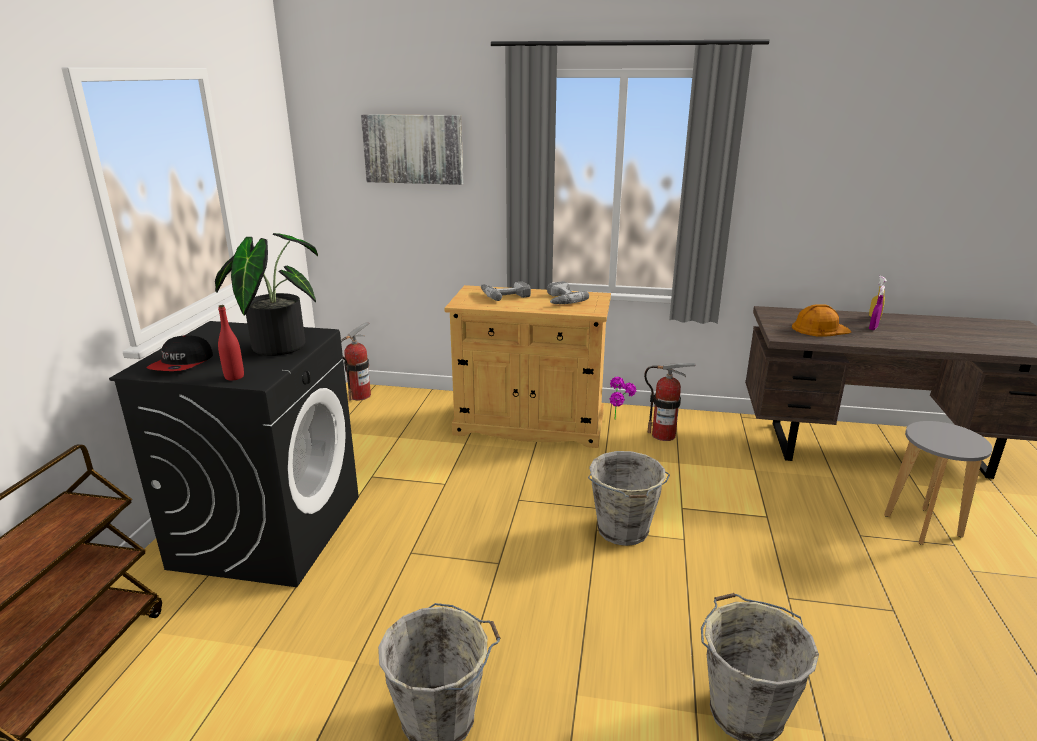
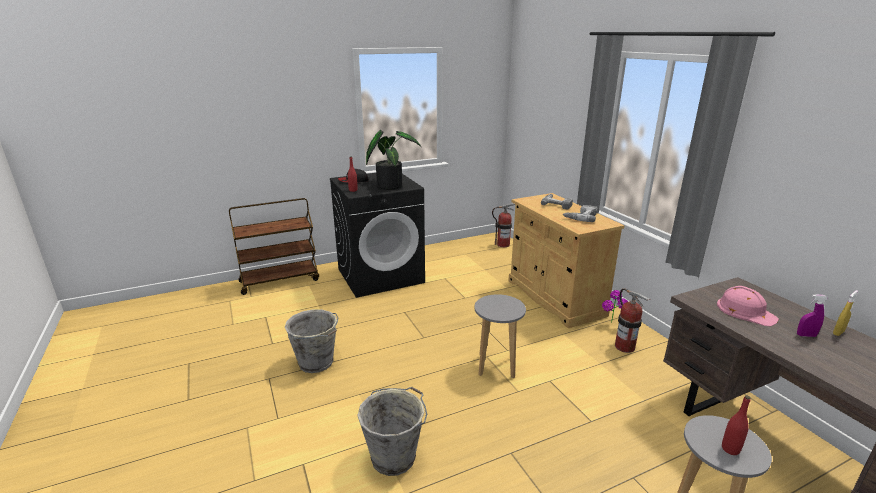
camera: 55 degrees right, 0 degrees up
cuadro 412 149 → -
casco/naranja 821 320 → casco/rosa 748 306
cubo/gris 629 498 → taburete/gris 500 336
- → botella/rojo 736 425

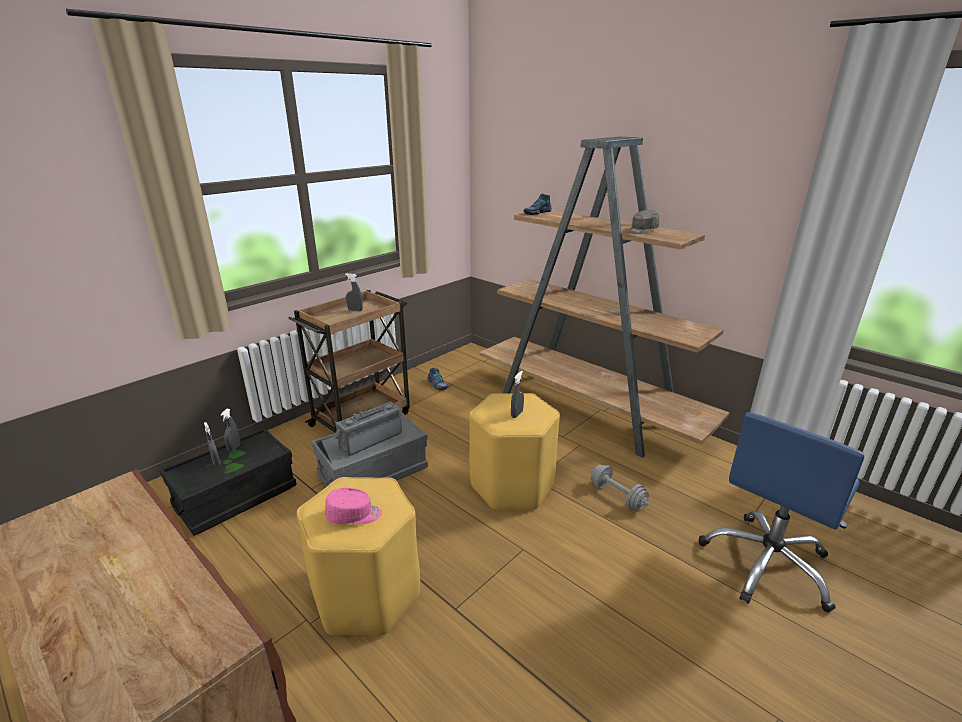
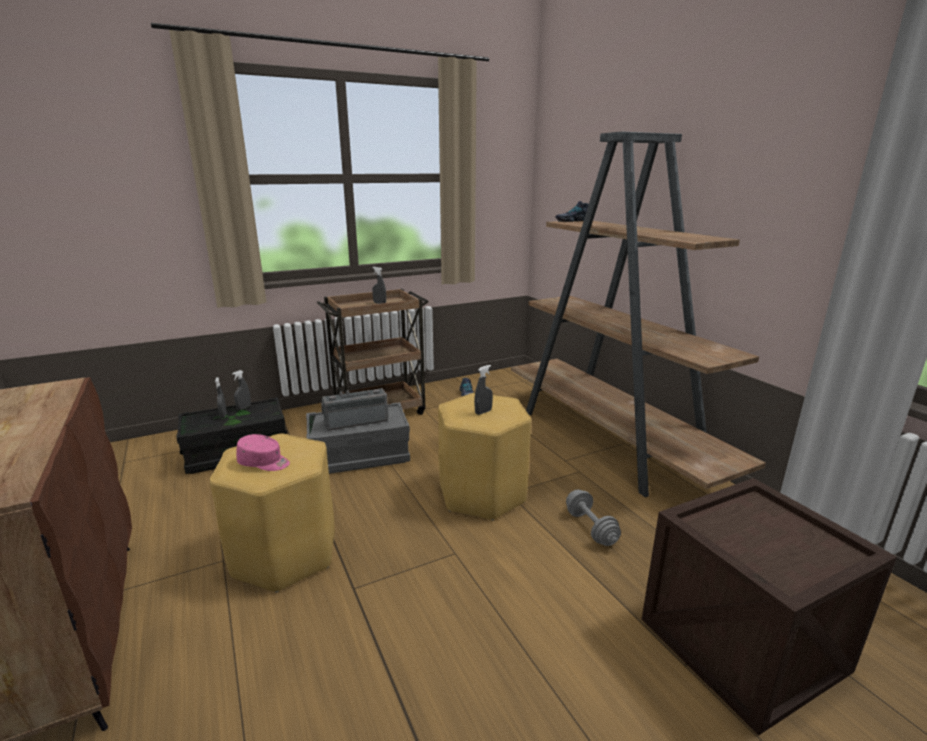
camera: 20 degrees right, 5 degrees down
gorra/gris 644 222 → -
silla de oficina/azul 781 512 → caja de embalaje 769 607

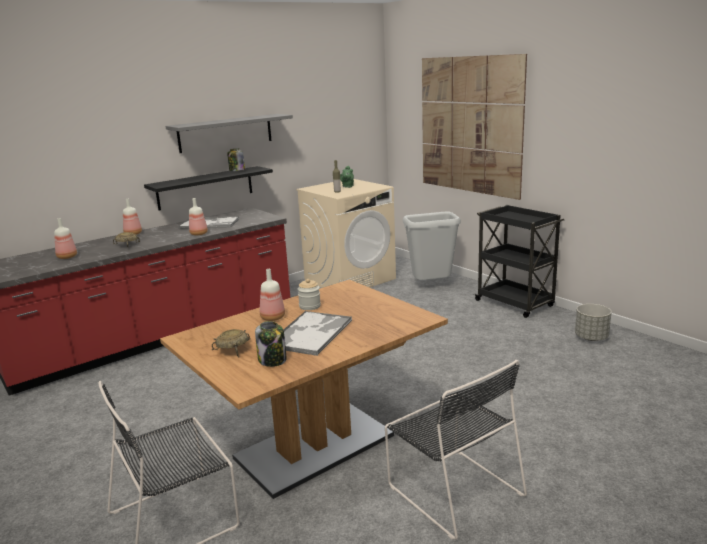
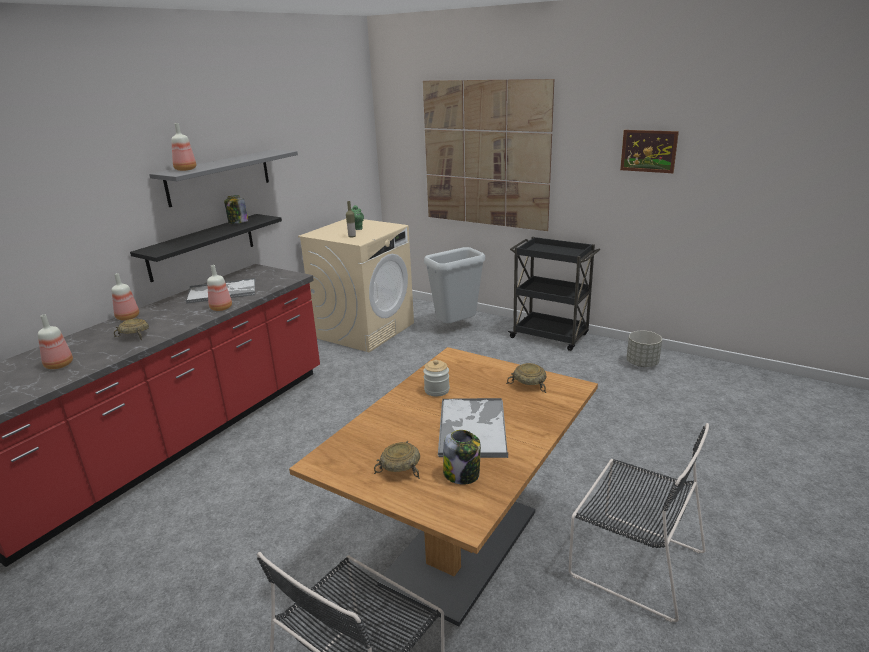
camera: 20 degrees left, 5 degrees up
botella 272 295 → botella 183 147, move
- → cuadro 649 151
- → cuenco/beis 526 378

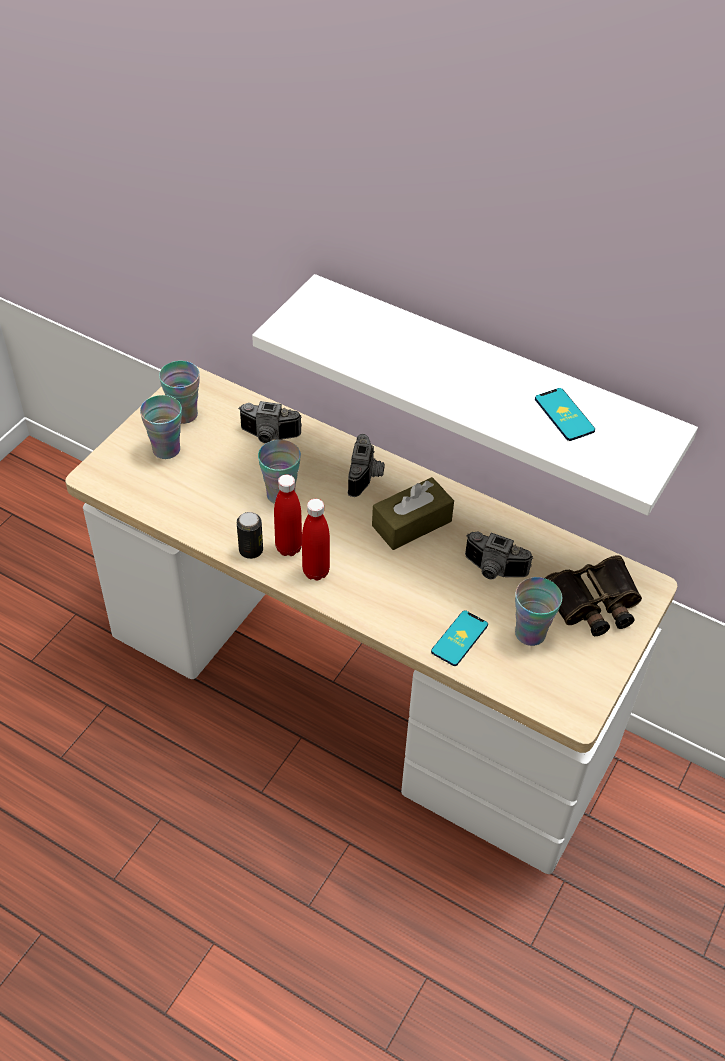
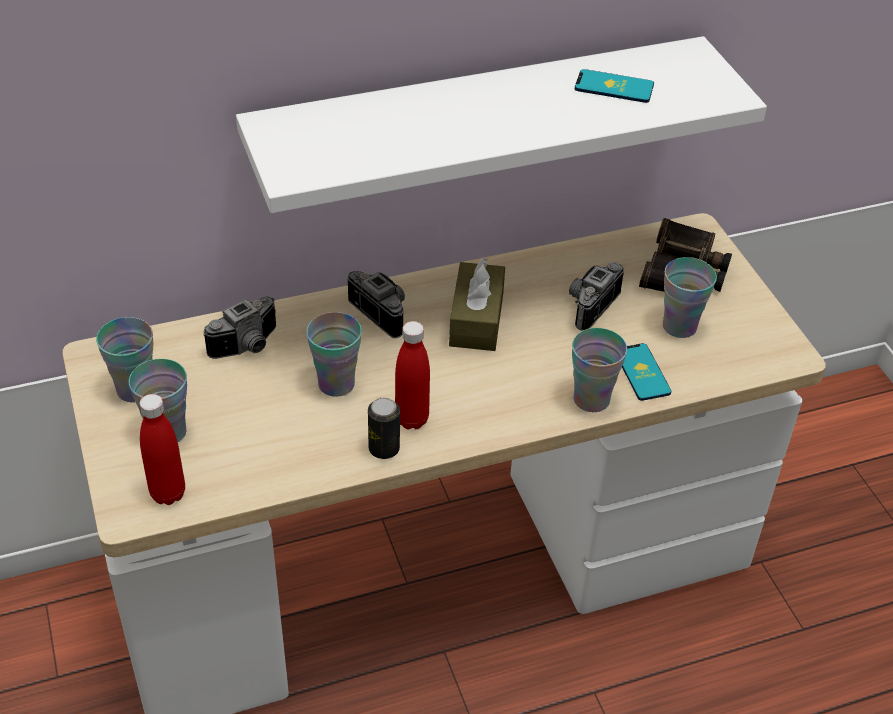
camera: 50 degrees left, 5 degrees down
botella/rojo 316 540 → botella/rojo 162 449, move
cámara 499 555 → cámara 596 296, 150 degrees clockwise
- → taza 599 370

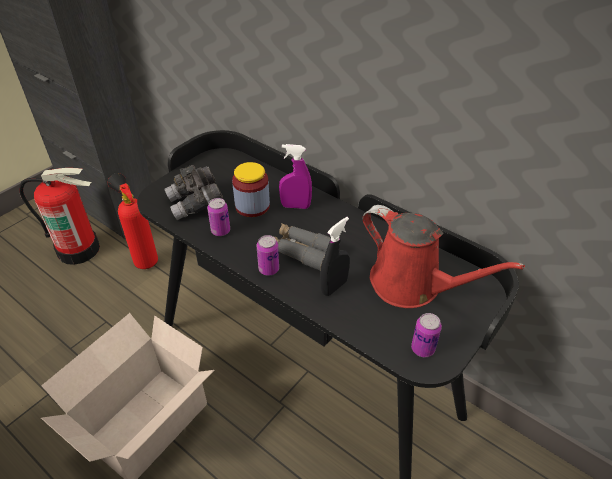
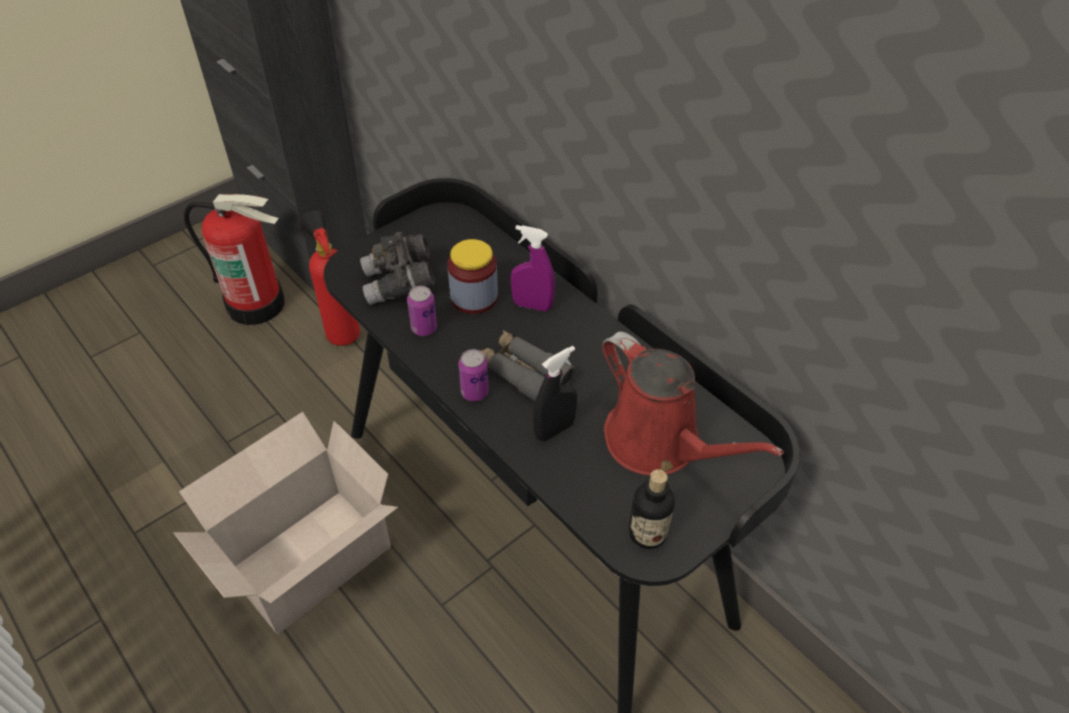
camera: 10 degrees right, 5 degrees up
lata 426 335 → botella 652 509

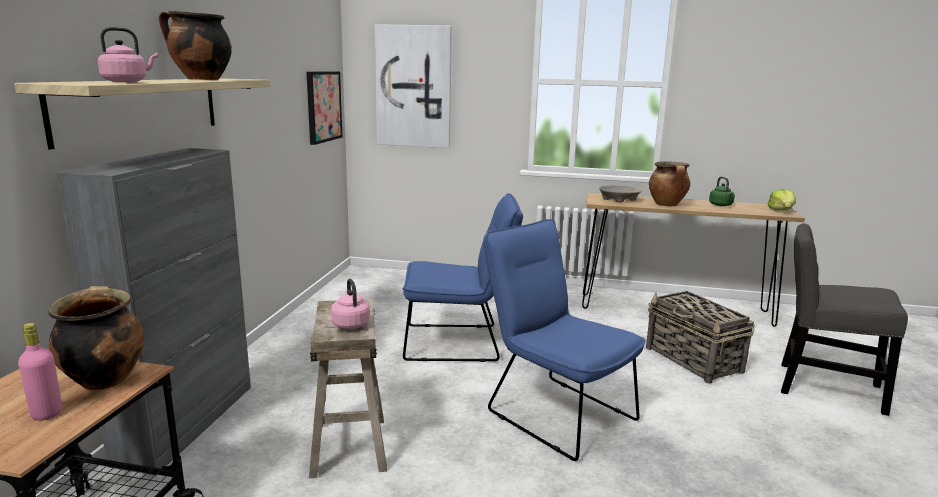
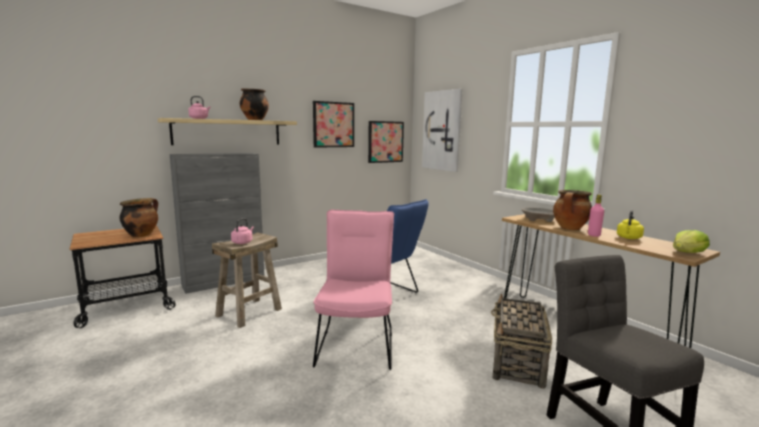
camera: 45 degrees right, 5 degrees down
hervidor/verde 722 191 → hervidor/amarillo 630 224
silla/azul 564 340 → silla/rosa 353 290
botella/rosa 40 372 → botella/rosa 596 215, move
- → cuadro 333 124

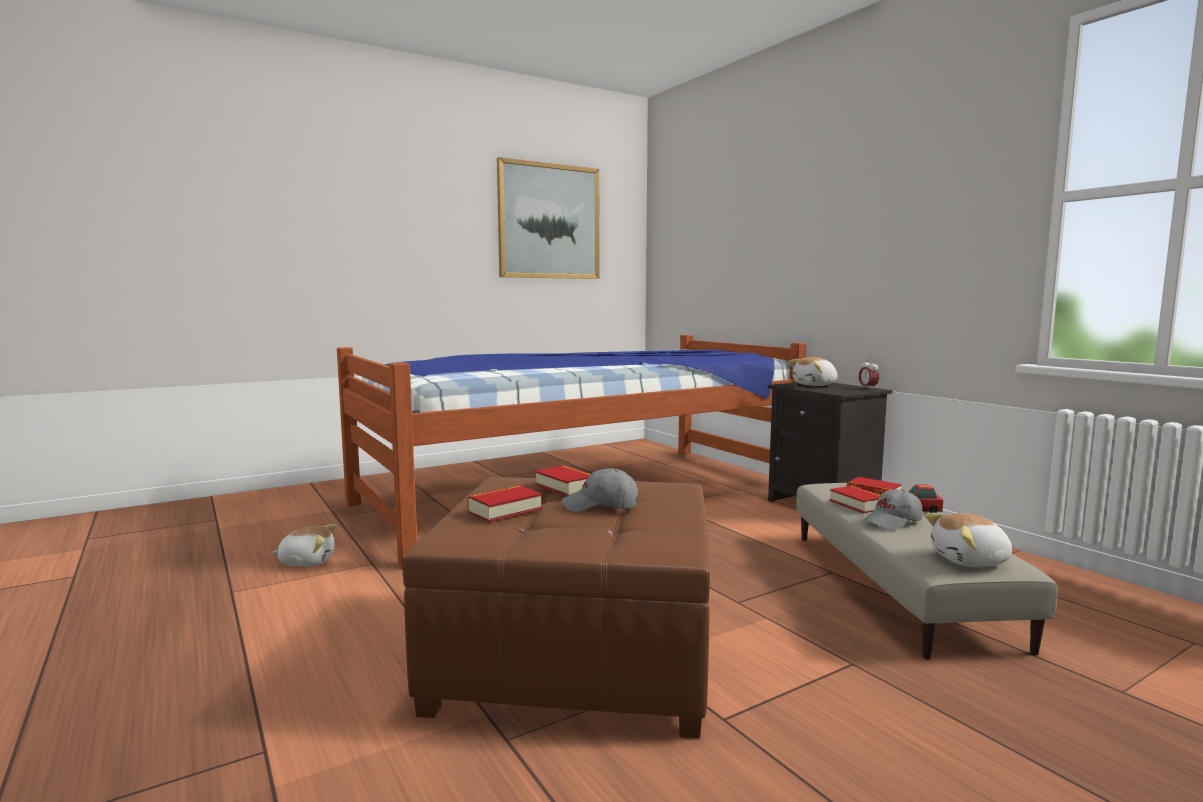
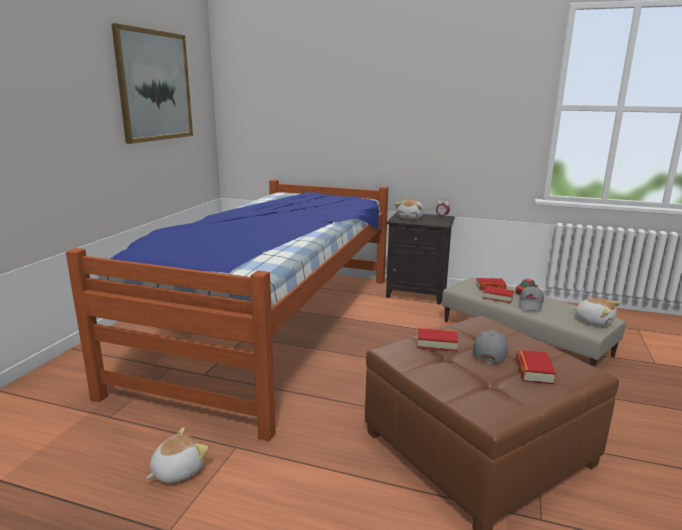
camera: 40 degrees left, 10 degrees up
gorra/gris 600 490 → gorra/gris 490 346, 150 degrees clockwise
libro 504 504 → libro 536 367, move
peluche 969 540 → peluche 596 312, 90 degrees counterclockwise

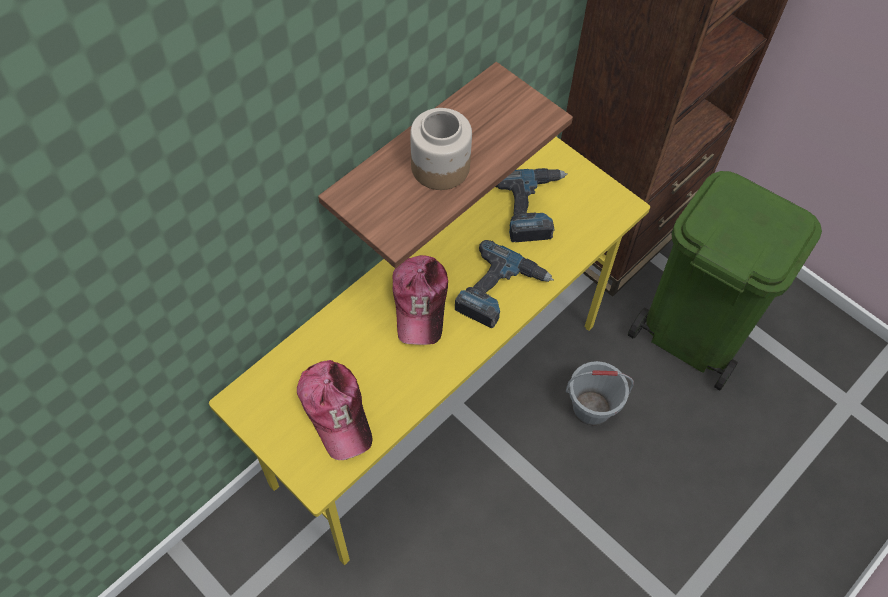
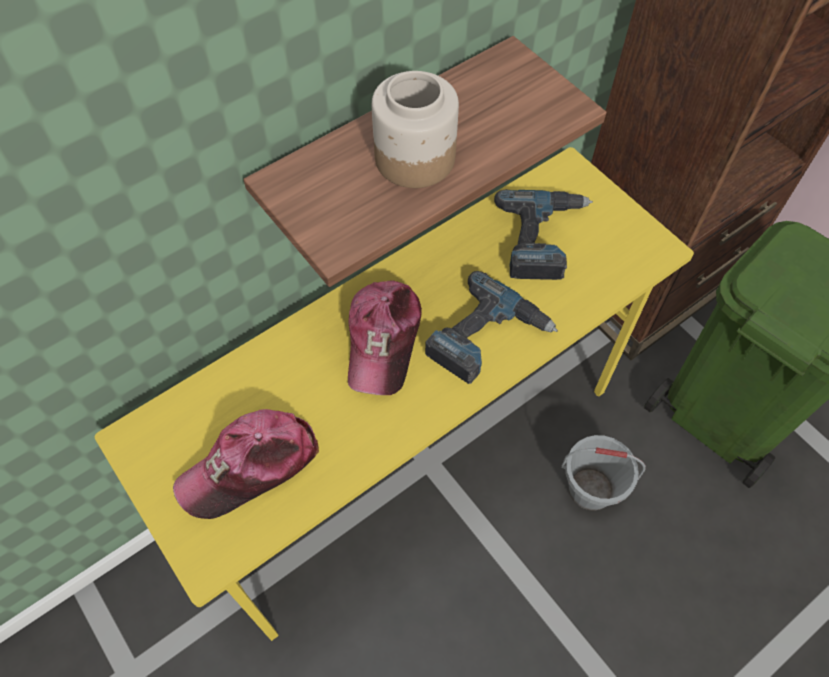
camera: 10 degrees right, 0 degrees up
gorra 334 410 → gorra 246 464, 75 degrees clockwise

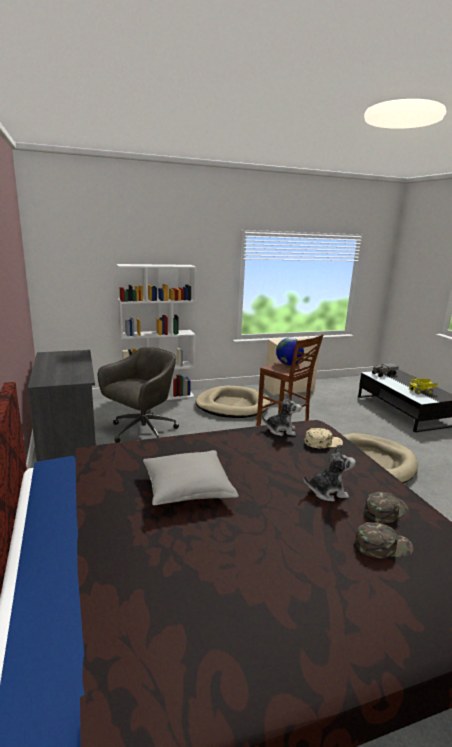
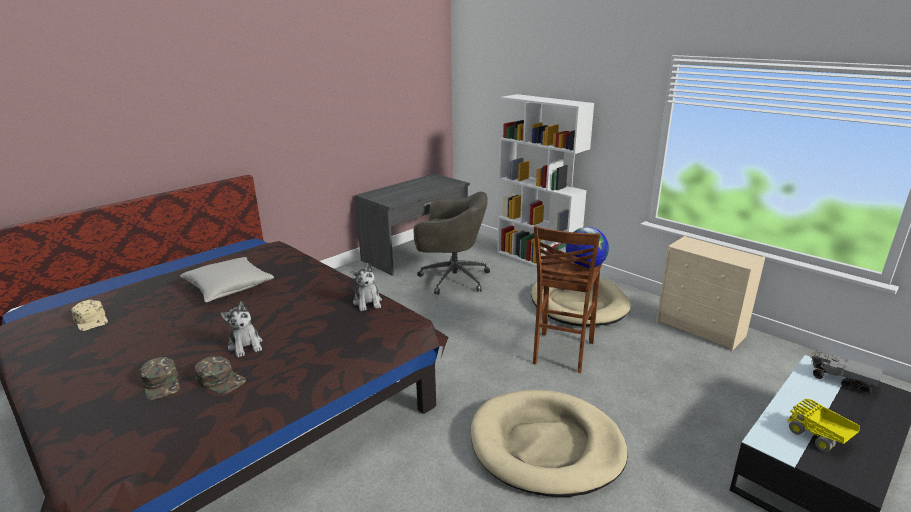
camera: 65 degrees right, 5 degrees up
gorra/beis 324 438 → gorra/beis 89 315, move

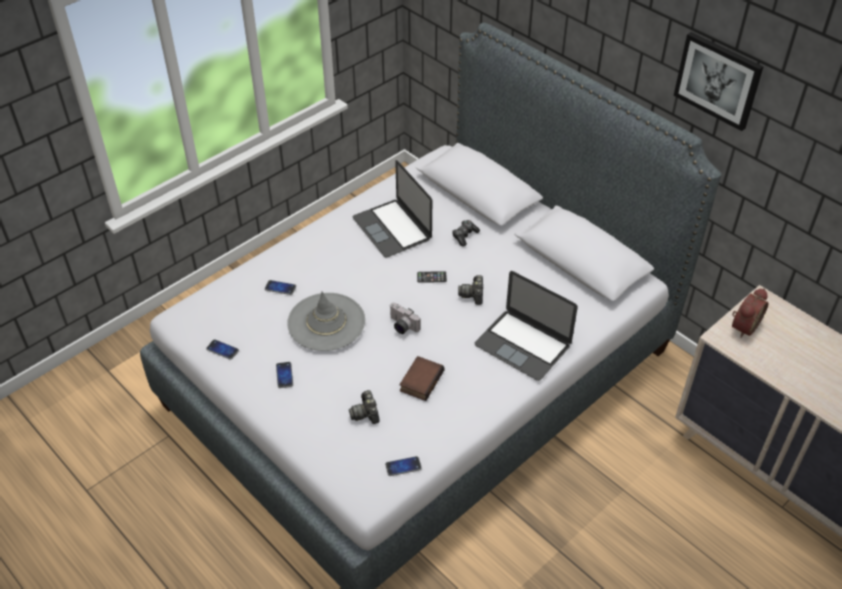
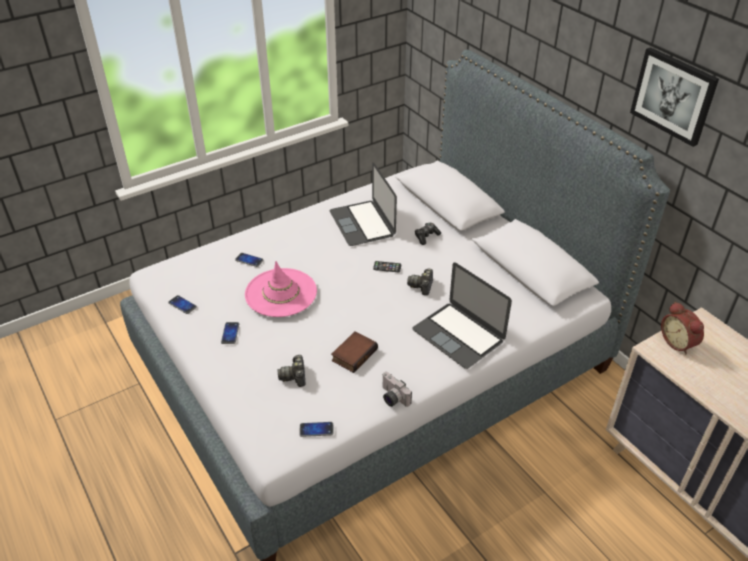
camera: 10 degrees right, 5 degrees down
despertador 750 313 → despertador 682 328, 105 degrees clockwise
sombrero/gris 326 321 → sombrero/rosa 281 289
cámara 405 318 → cámara 397 389, move

